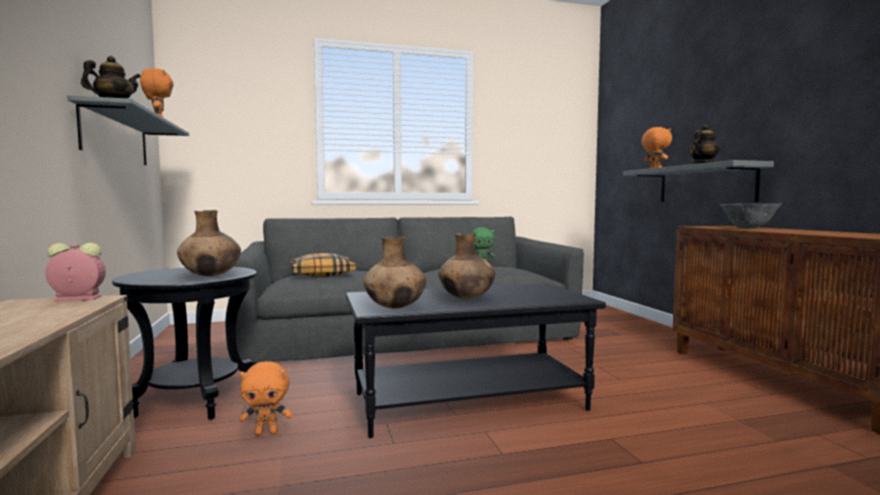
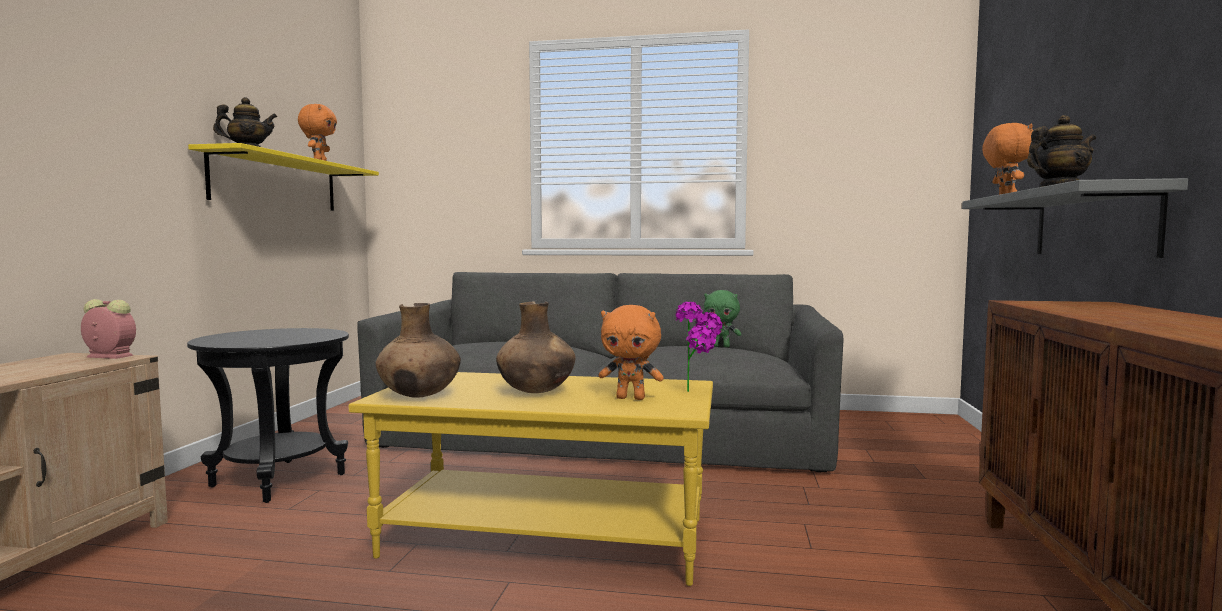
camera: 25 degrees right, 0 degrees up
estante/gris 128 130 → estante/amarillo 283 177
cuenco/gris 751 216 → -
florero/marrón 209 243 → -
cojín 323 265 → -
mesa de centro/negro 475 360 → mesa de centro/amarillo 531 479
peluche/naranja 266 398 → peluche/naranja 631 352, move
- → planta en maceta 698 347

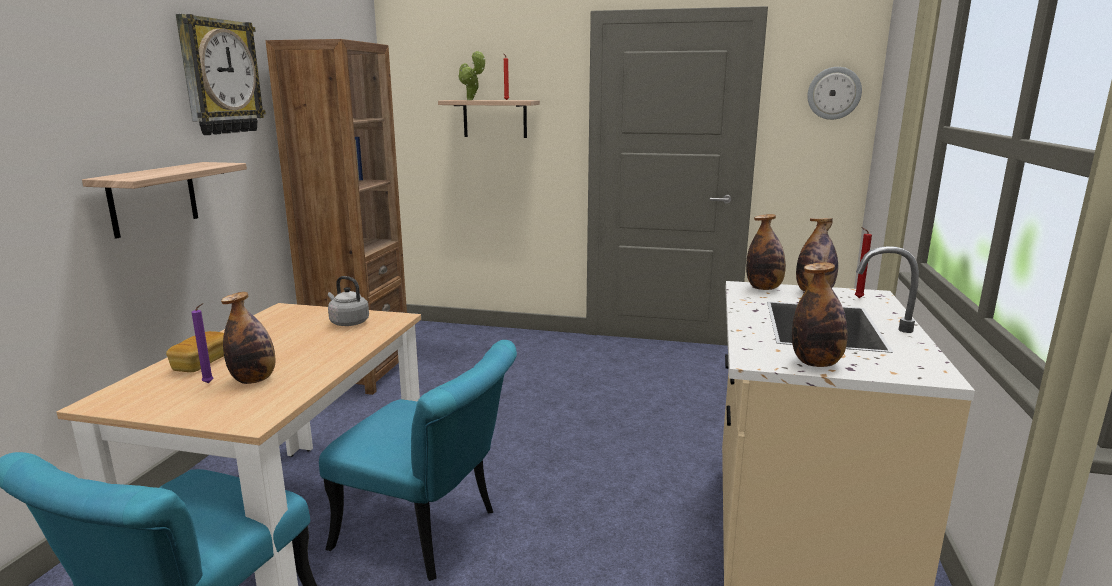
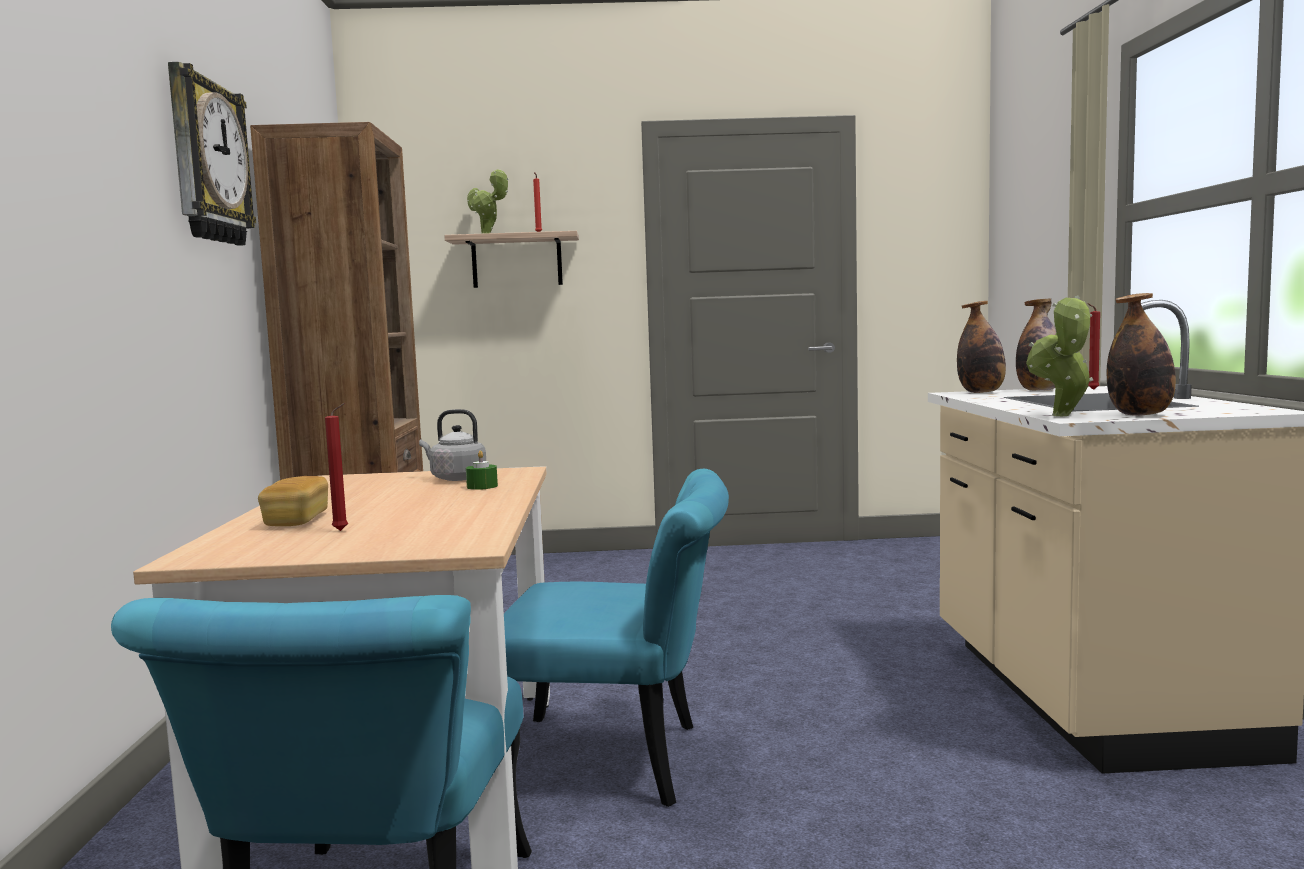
camera: 15 degrees left, 10 degrees down
reloj de pared 834 93 → -
estante 164 200 → -
botella 248 338 → -
vela/morado 202 343 → vela/rojo 336 467
- → planta en maceta 1059 355
- → vela/verde 482 470

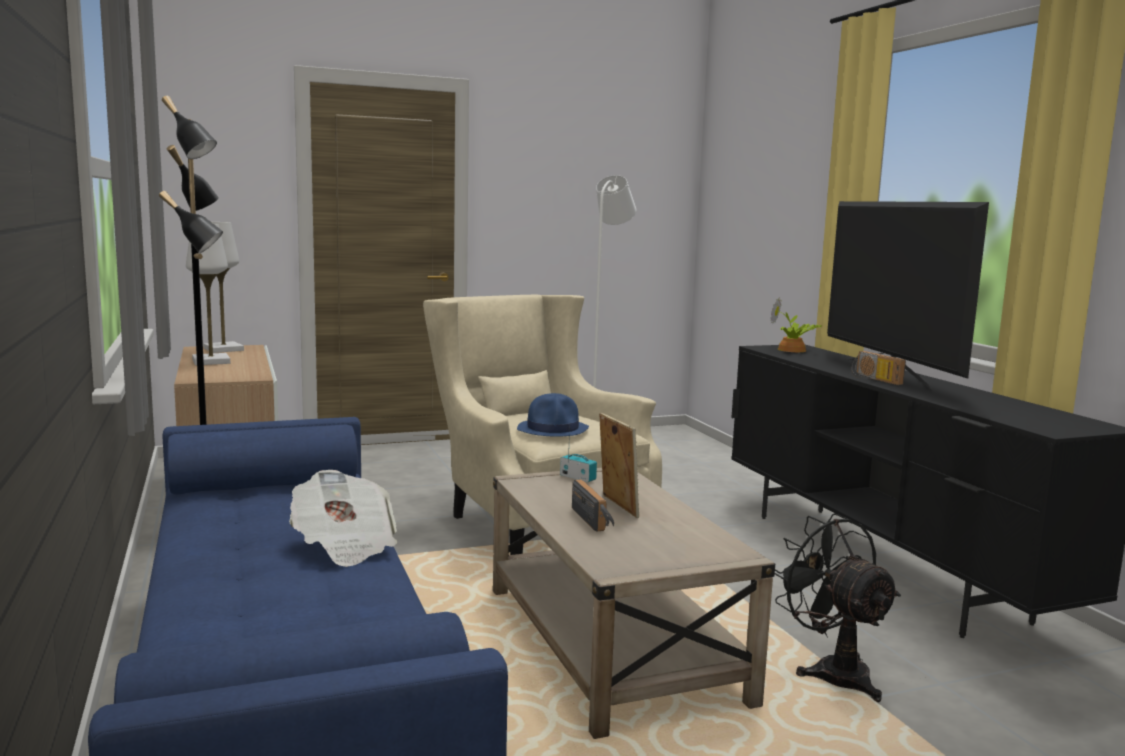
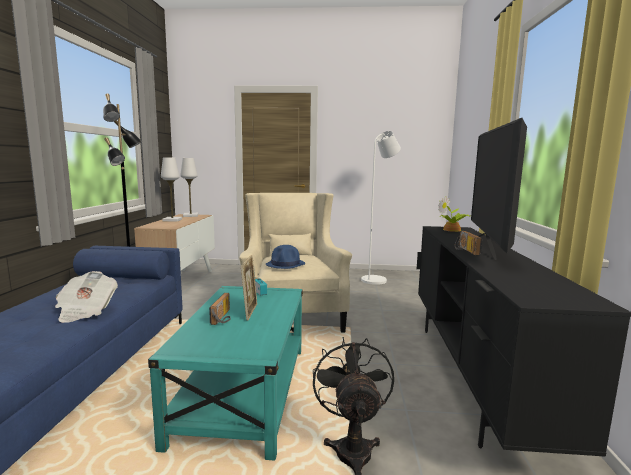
camera: 25 degrees right, 0 degrees up
mesa de centro/beis 634 603 → mesa de centro/turquesa 225 373

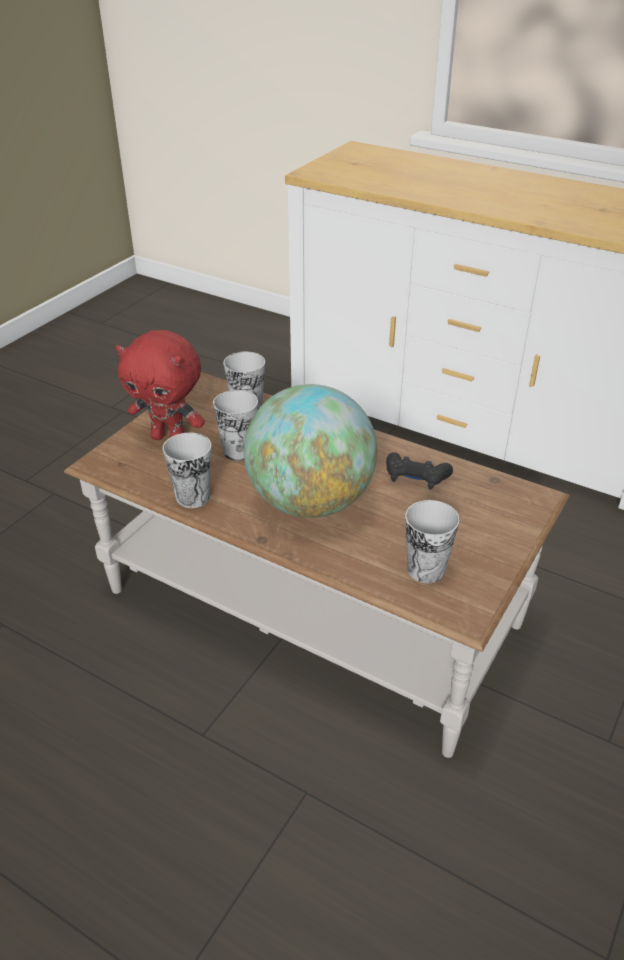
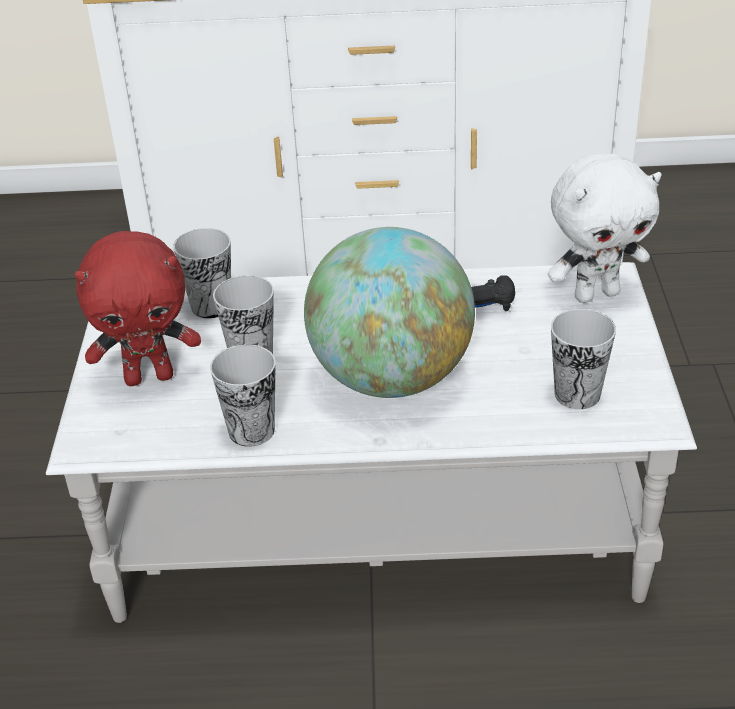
camera: 30 degrees left, 0 degrees up
mesa de centro/marrón 316 565 → mesa de centro/blanco 371 442
- → peluche/blanco 605 228

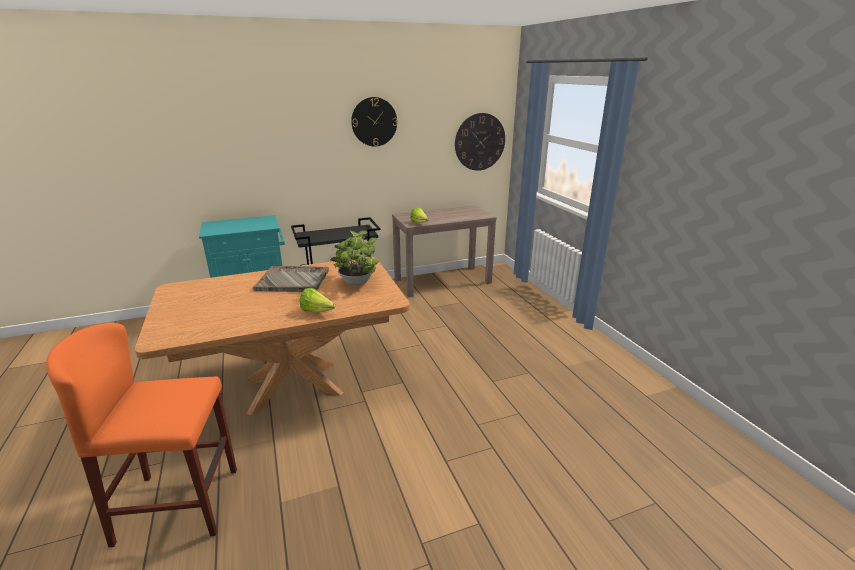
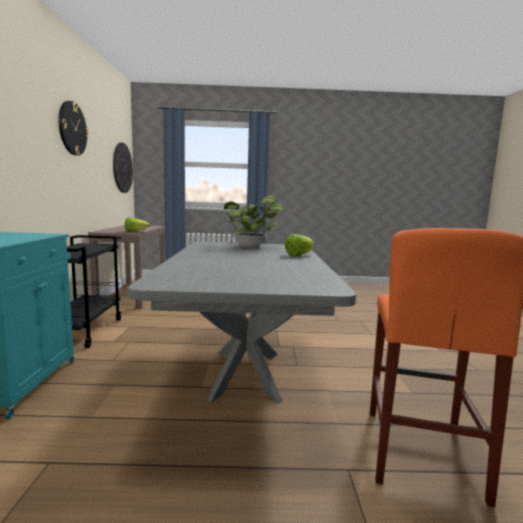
camera: 70 degrees left, 15 degrees down
mesa de comedor/marrón 272 336 → mesa de comedor/gris 242 323
bandeja/gris 291 279 → -

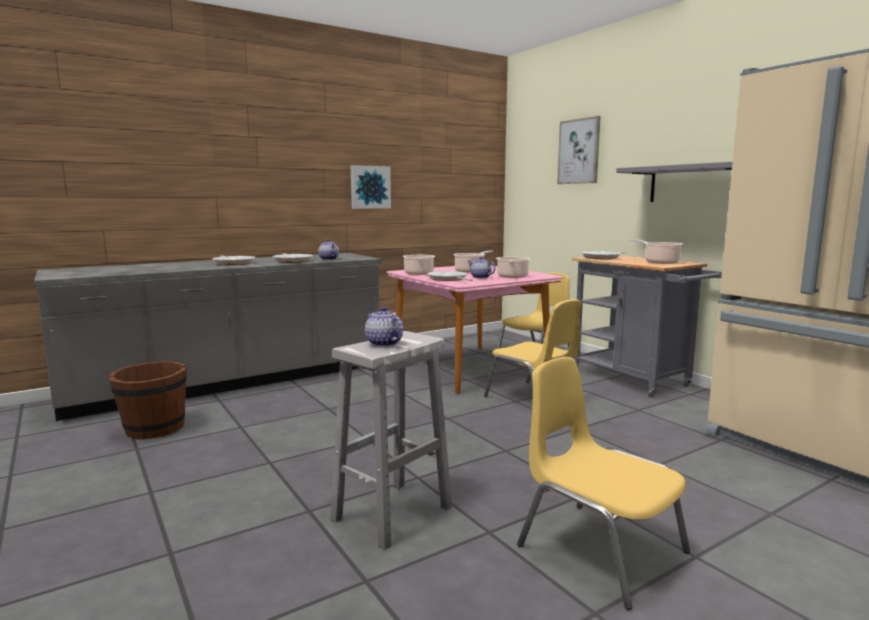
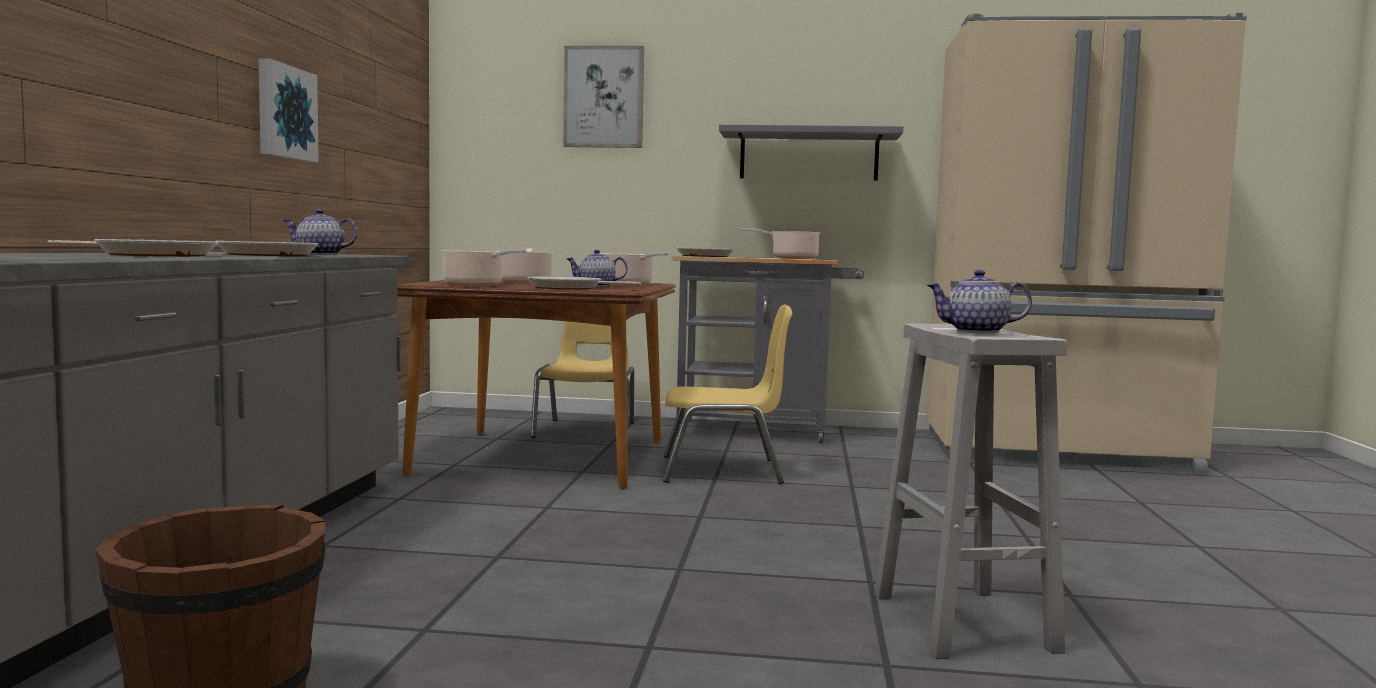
camera: 50 degrees left, 5 degrees down
mesa de comedor/rosa 474 329 → mesa de comedor/marrón 536 384
silla/amarillo 603 483 → -

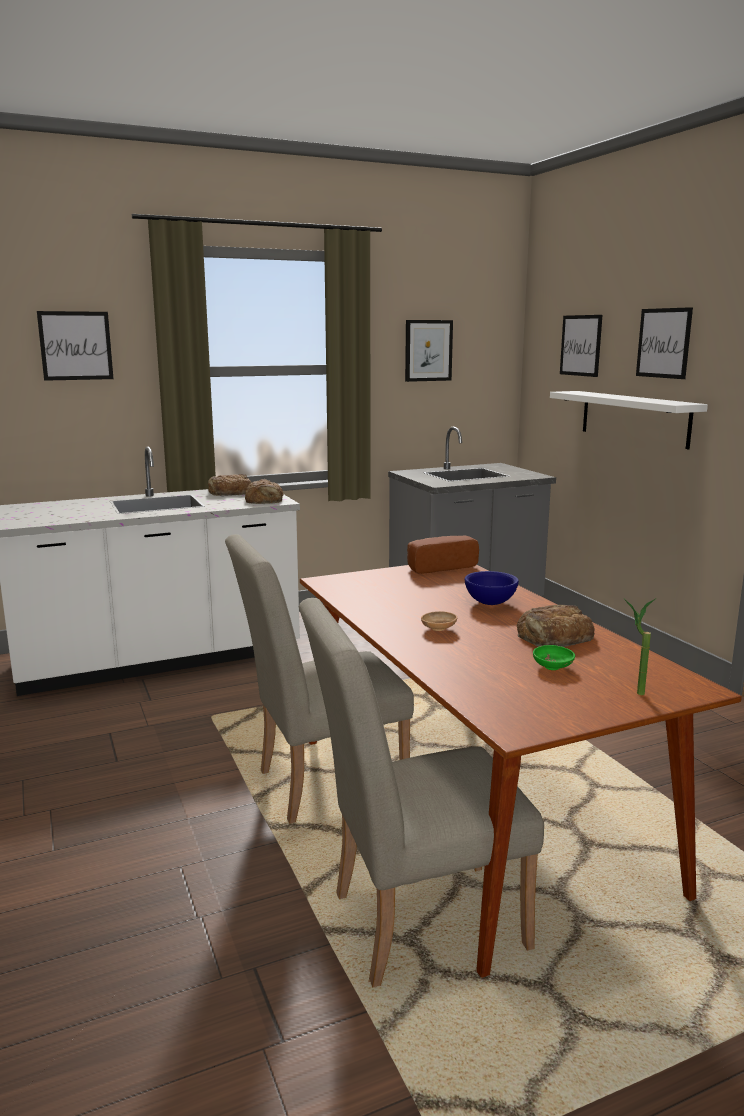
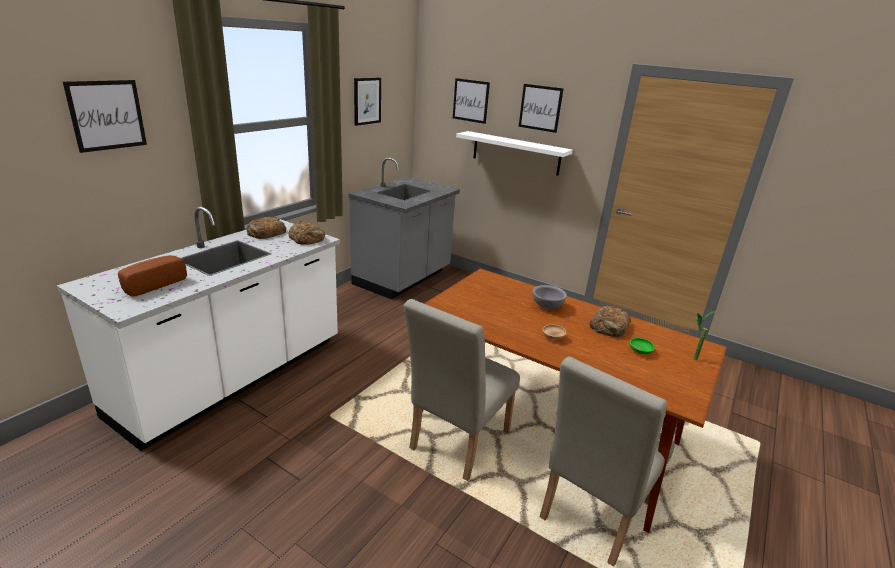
camera: 35 degrees left, 10 degrees up
pan 443 555 → pan 152 276, move
cuenco/azul 492 588 → cuenco/gris 550 297

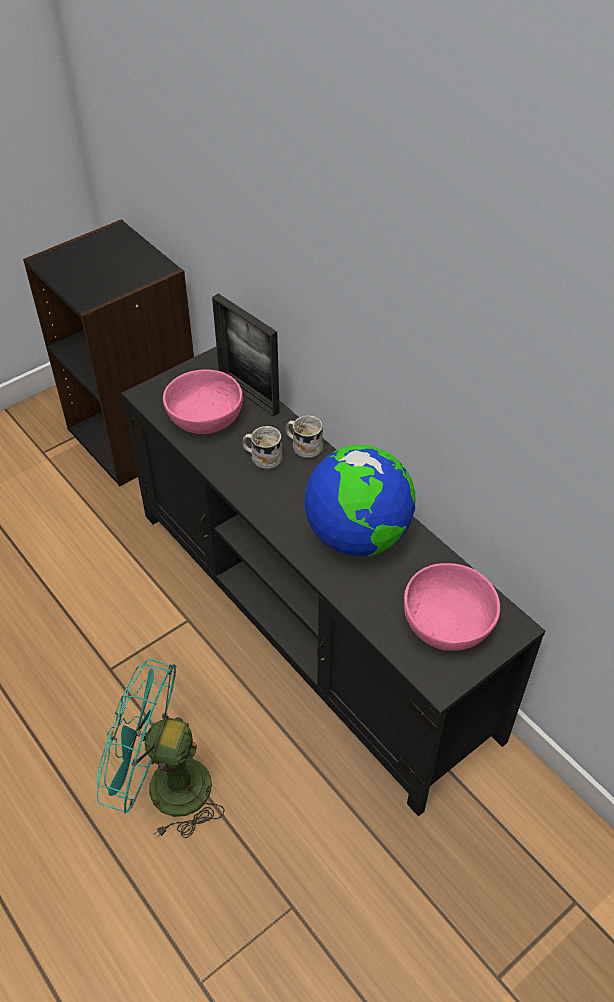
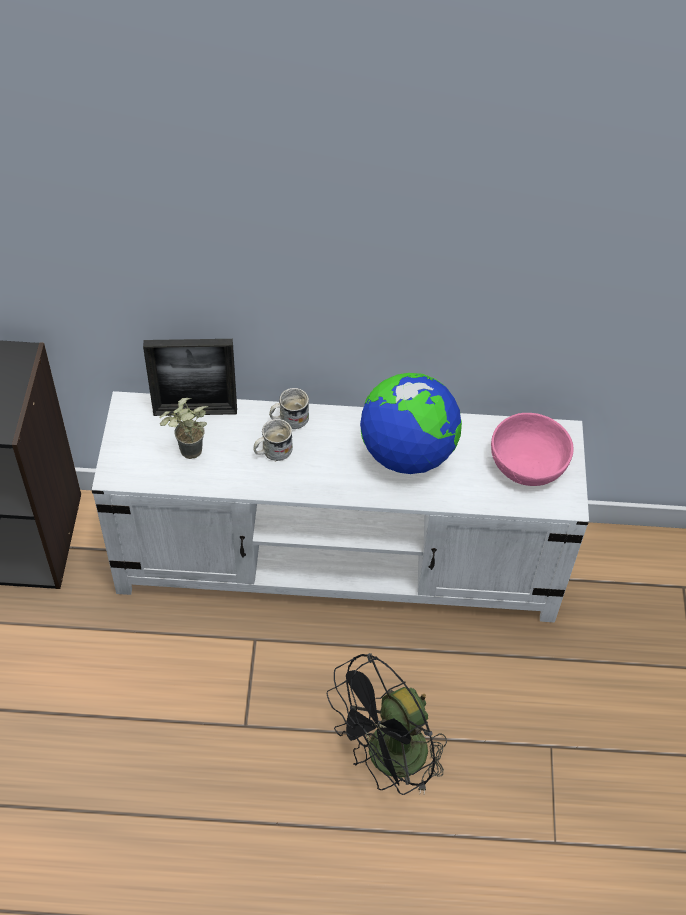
camera: 50 degrees left, 5 degrees up
mueble de televisión/negro 333 581 → mueble de televisión/blanco 340 506
cuenco/rosa 203 401 → planta en maceta 183 428
ventilador/turquesa 161 748 → ventilador/negro 387 724

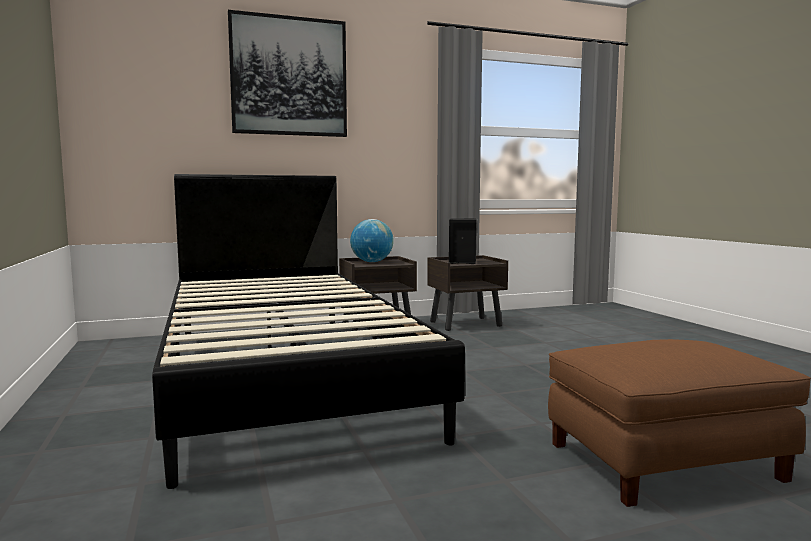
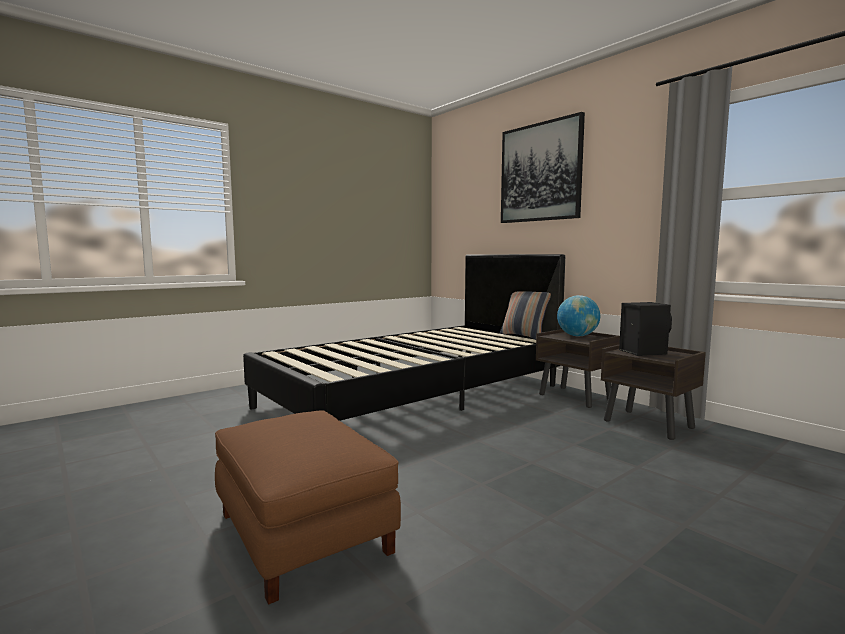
camera: 70 degrees right, 0 degrees up
- → cojín 525 315

